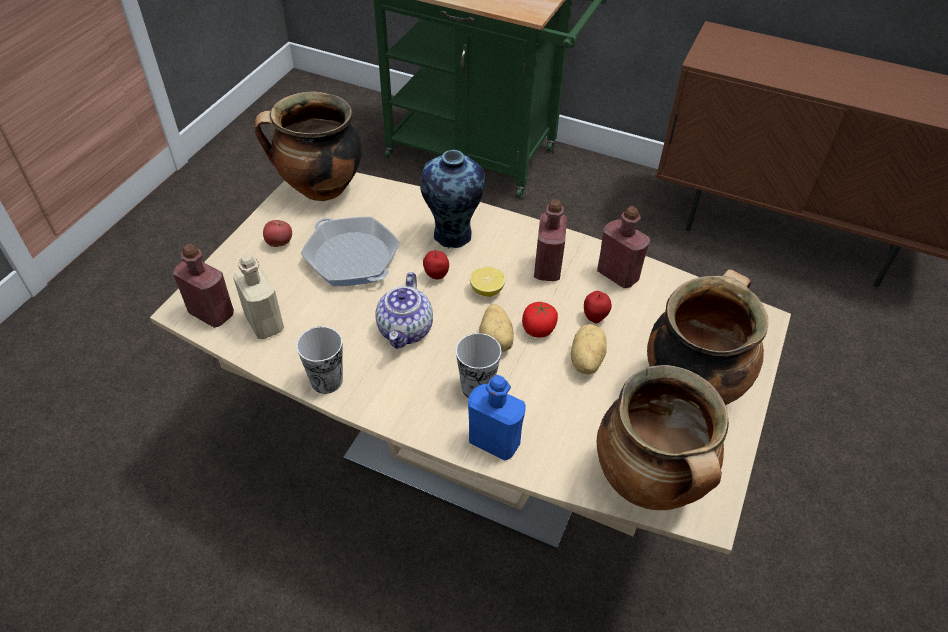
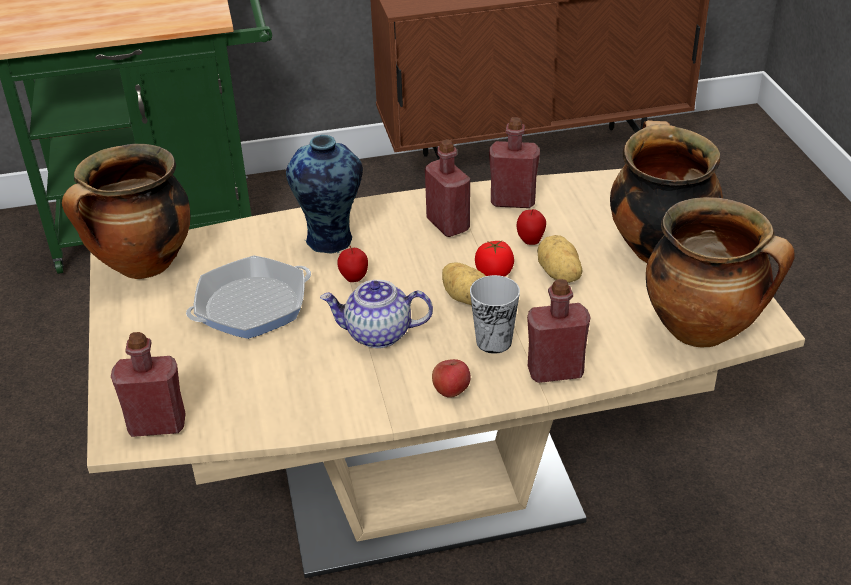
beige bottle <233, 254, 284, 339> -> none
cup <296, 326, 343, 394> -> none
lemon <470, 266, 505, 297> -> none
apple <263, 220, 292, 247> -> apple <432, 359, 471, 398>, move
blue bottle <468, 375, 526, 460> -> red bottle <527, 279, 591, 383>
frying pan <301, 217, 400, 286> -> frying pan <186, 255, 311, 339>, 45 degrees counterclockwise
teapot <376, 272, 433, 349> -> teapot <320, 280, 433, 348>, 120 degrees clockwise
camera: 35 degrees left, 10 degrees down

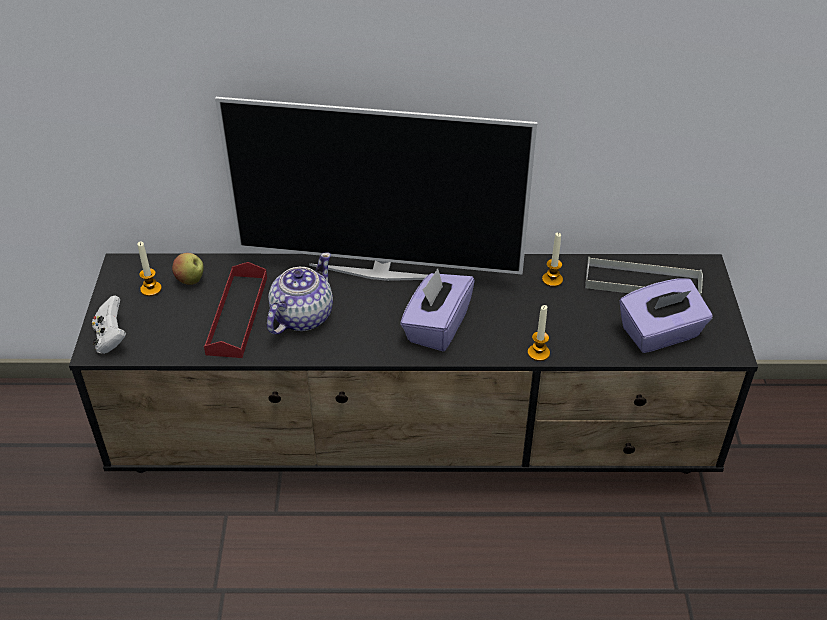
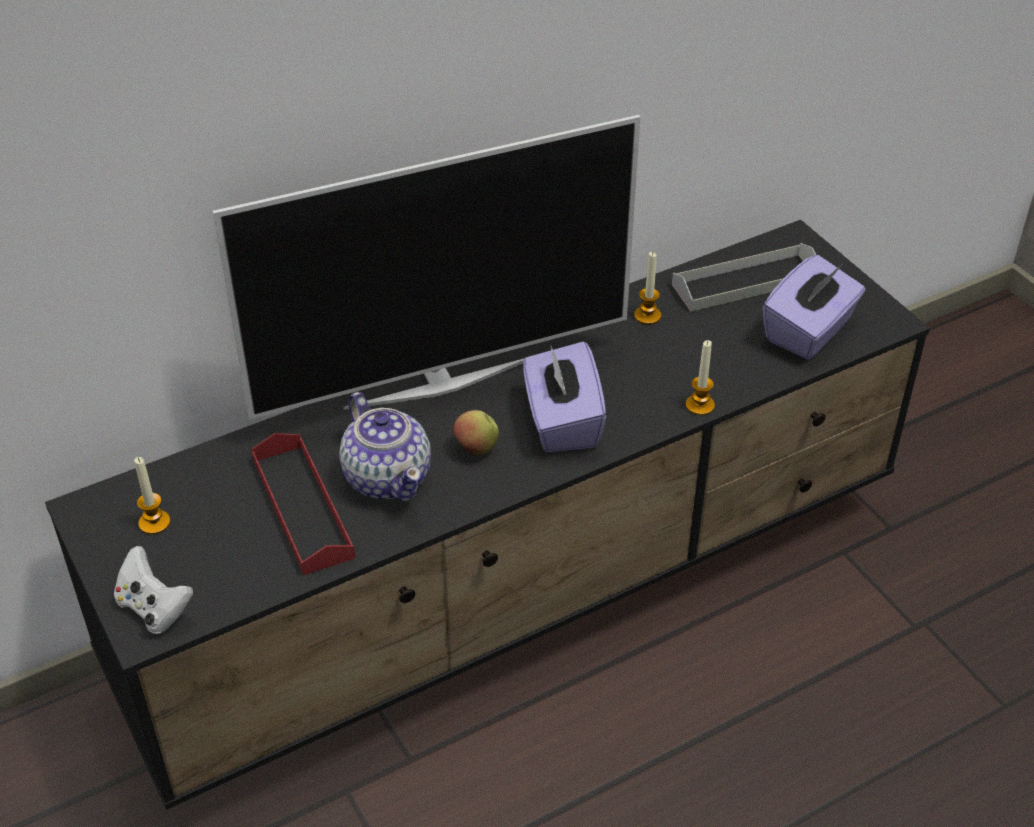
apple <172, 253, 204, 285> -> apple <453, 410, 499, 456>, move
teapot <267, 252, 333, 335> -> teapot <339, 392, 431, 502>, 150 degrees clockwise
camera: 30 degrees left, 0 degrees up

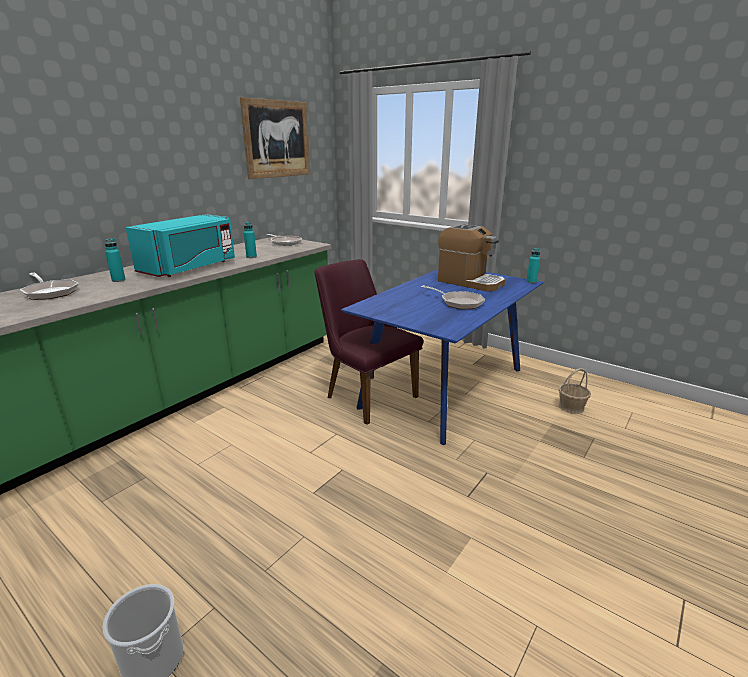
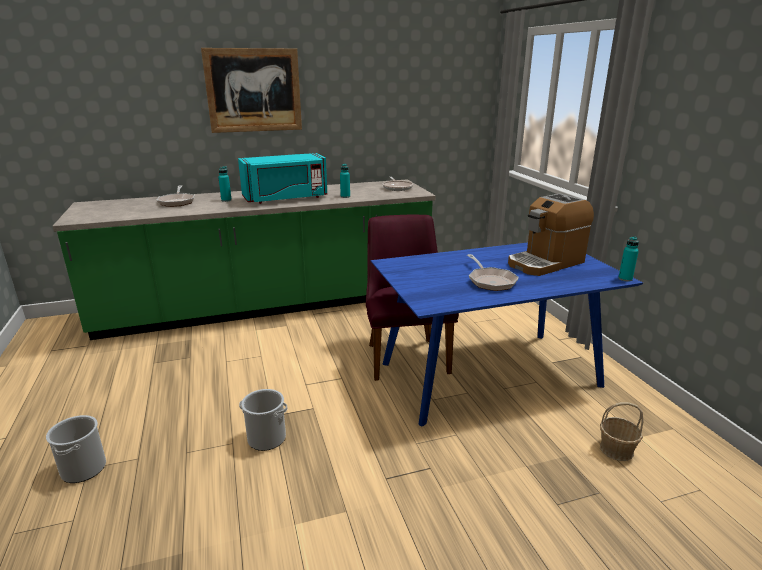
none -> bucket <239, 389, 288, 451>
picture <240, 97, 310, 179> -> picture <201, 48, 302, 133>, move
coffee machine <438, 224, 505, 291> -> coffee machine <508, 194, 594, 276>, 75 degrees clockwise
camera: 35 degrees right, 0 degrees up

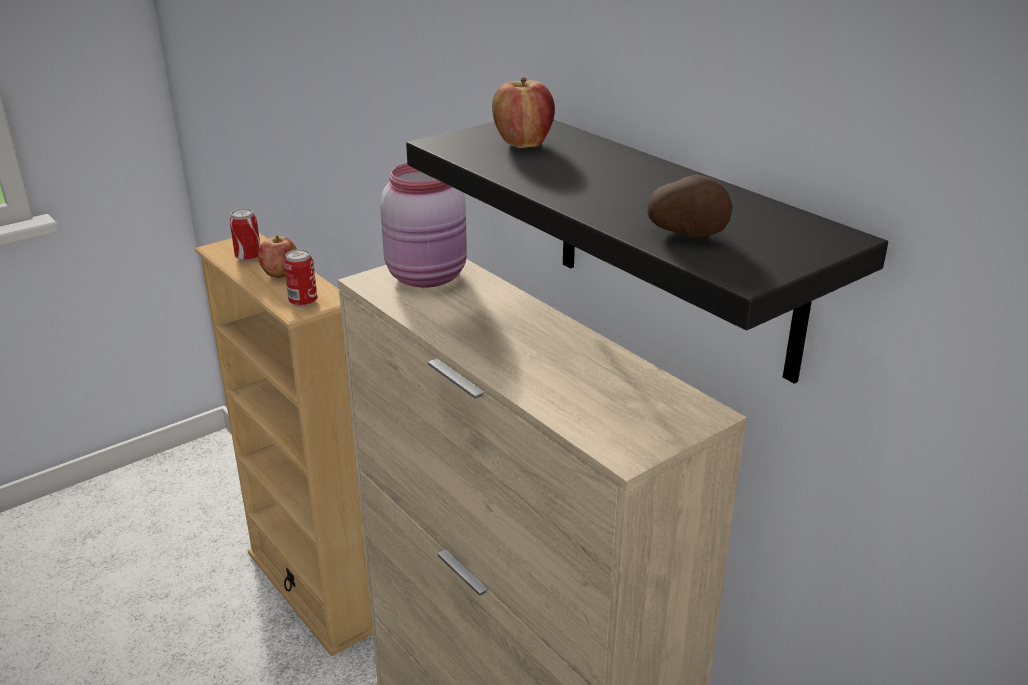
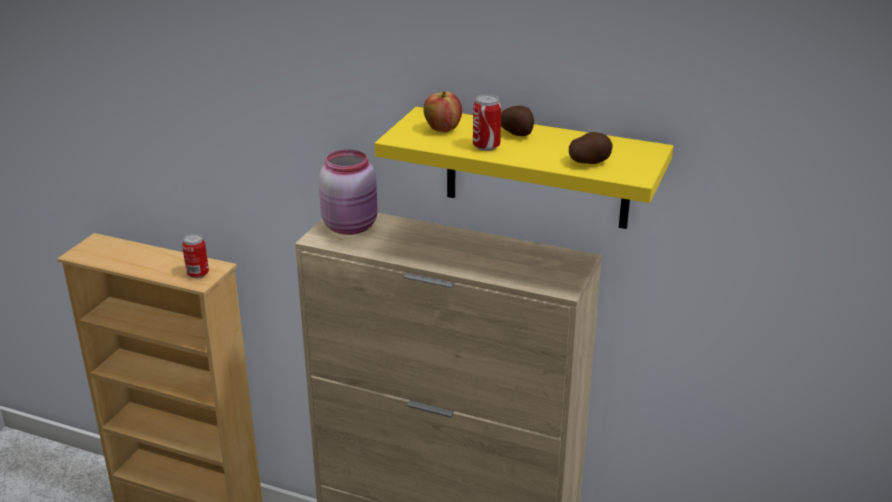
apple <258, 235, 297, 278> -> none
none -> potato <501, 106, 534, 136>
can <230, 209, 260, 262> -> can <473, 94, 501, 151>, move
black shelf <406, 120, 888, 384> -> yellow shelf <375, 107, 673, 229>
camera: 30 degrees left, 0 degrees up

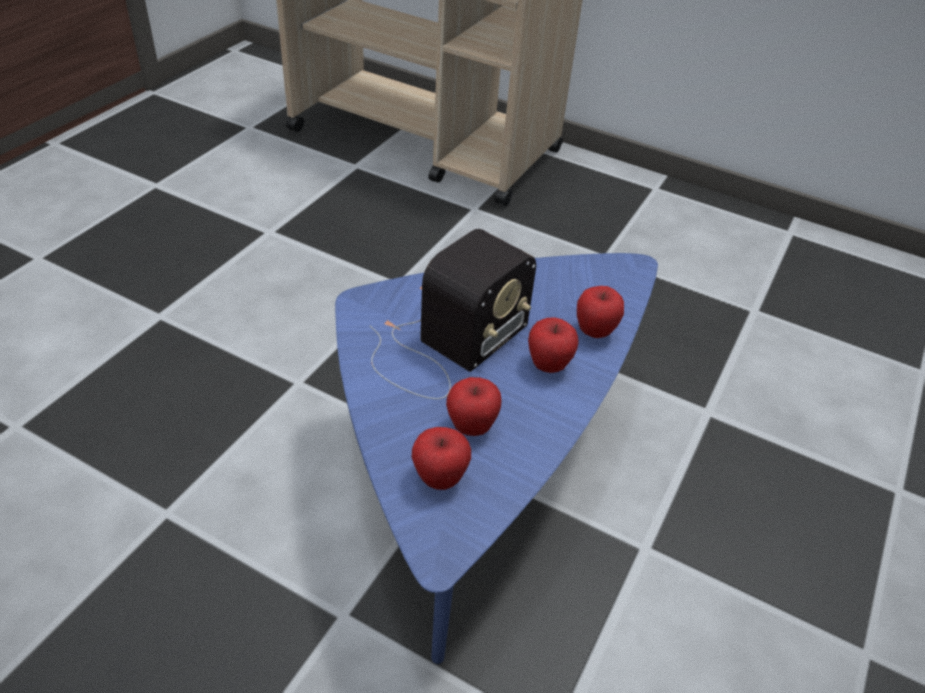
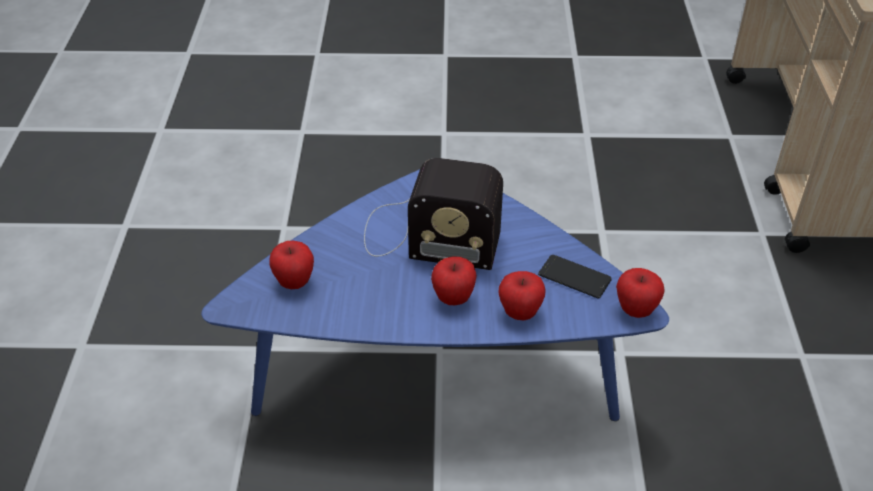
none -> phone <538, 255, 612, 298>
apple <446, 377, 502, 436> -> apple <616, 268, 665, 318>, move
camera: 65 degrees right, 0 degrees up

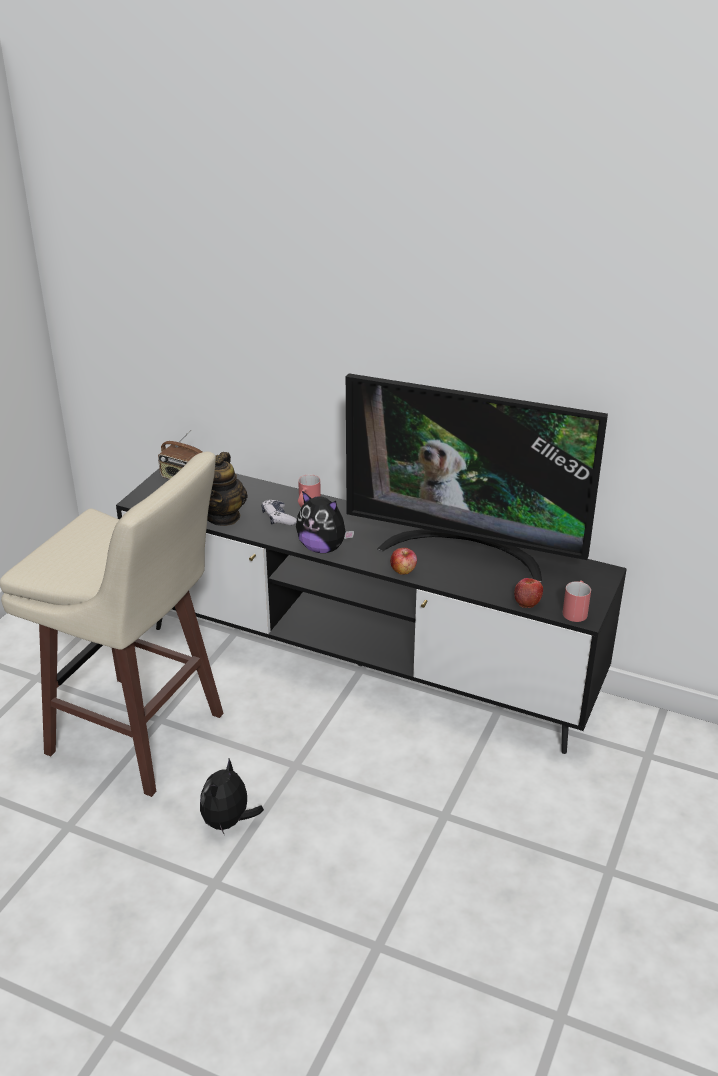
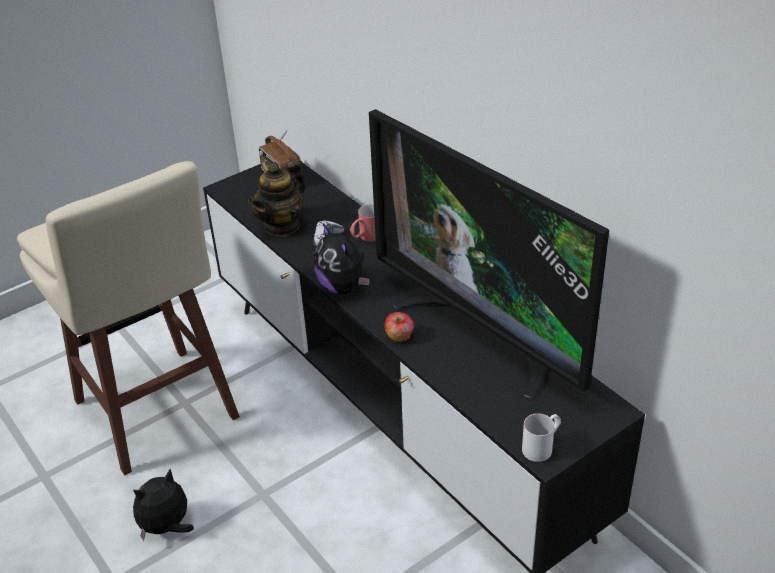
apple <514, 578, 543, 608> -> none
red mug <563, 580, 591, 622> -> white mug <522, 413, 561, 462>
camera: 30 degrees right, 5 degrees up

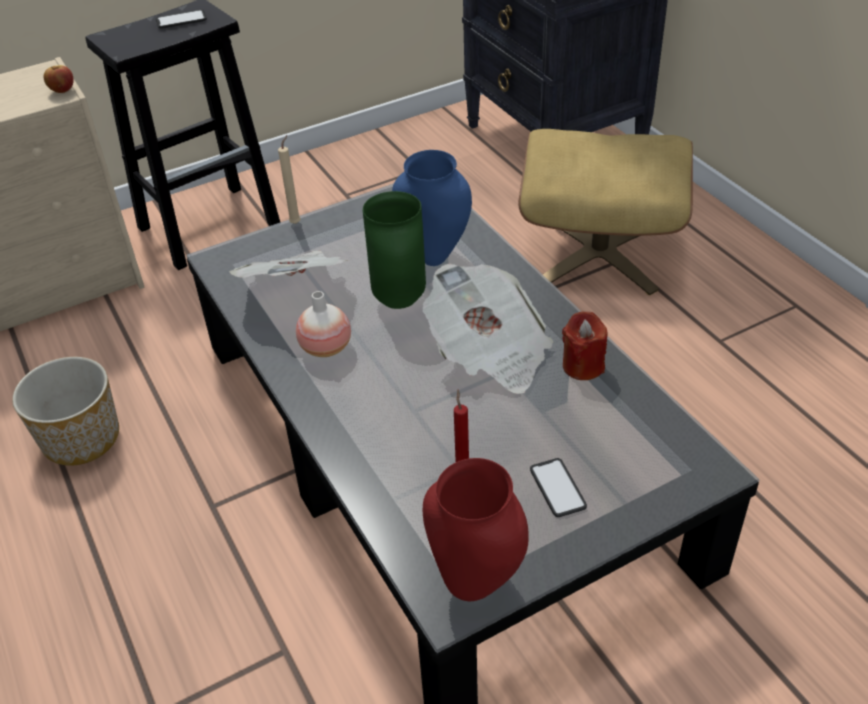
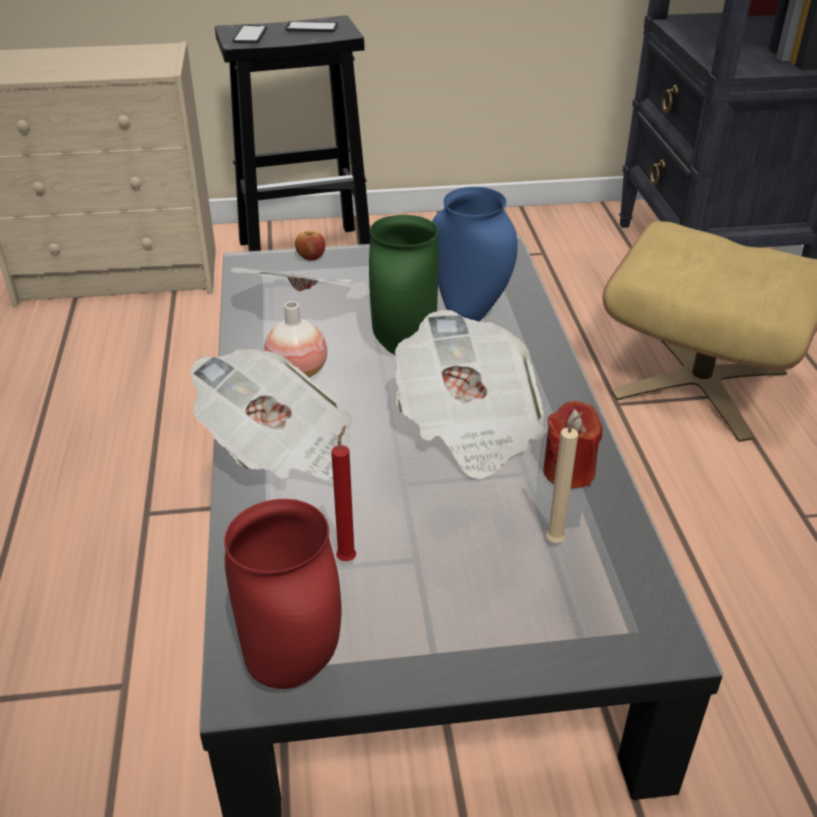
planter <12, 357, 119, 466> -> none
none -> newspaper <191, 349, 352, 483>
apple <44, 65, 74, 93> -> apple <295, 231, 325, 261>, move
beige candle <278, 135, 301, 224> -> beige candle <546, 412, 583, 543>, move
phone <530, 458, 587, 517> -> phone <232, 25, 267, 43>, move
camera: 20 degrees right, 5 degrees down

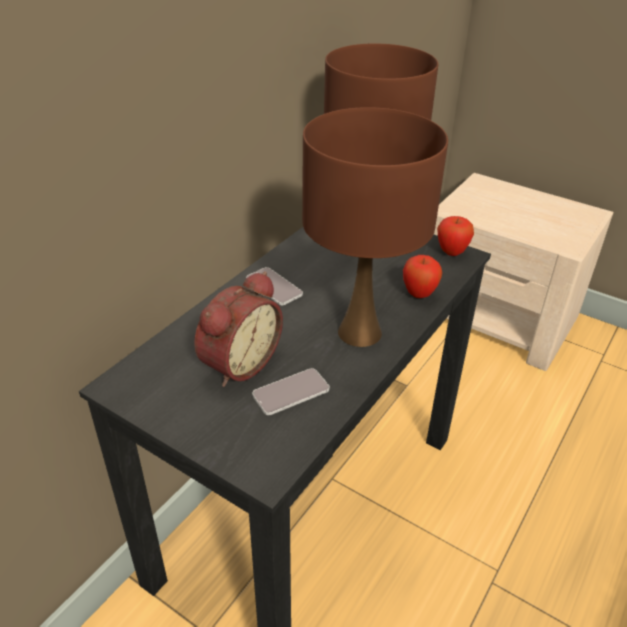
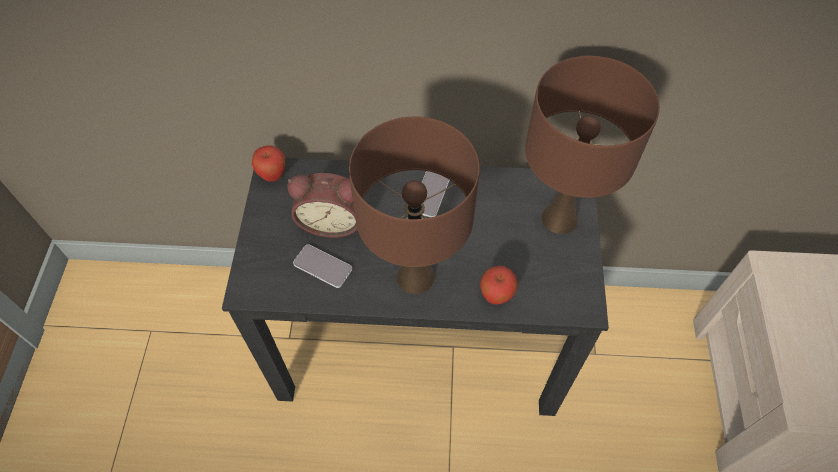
apple <437, 216, 474, 256> -> apple <252, 145, 285, 182>, move
camera: 60 degrees right, 20 degrees up

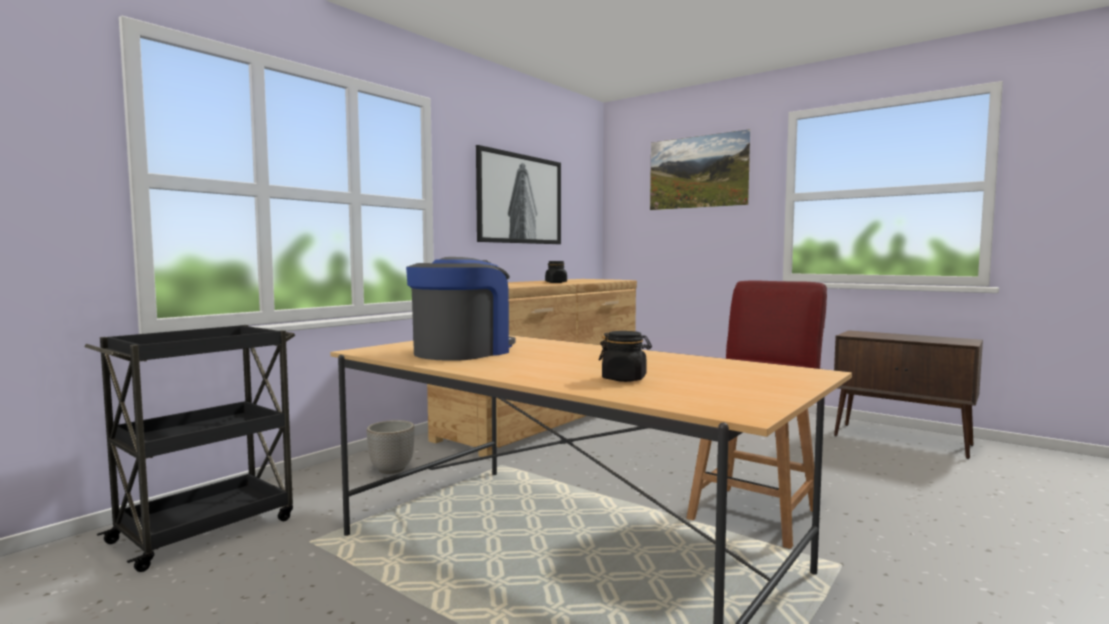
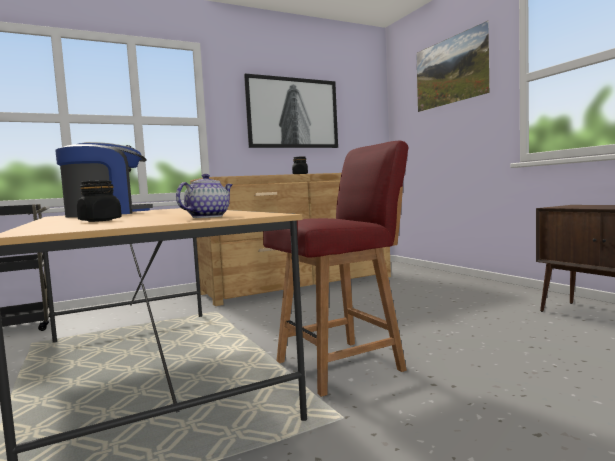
planter <367, 420, 415, 474> -> none
none -> teapot <176, 174, 233, 218>
camera: 25 degrees right, 0 degrees up

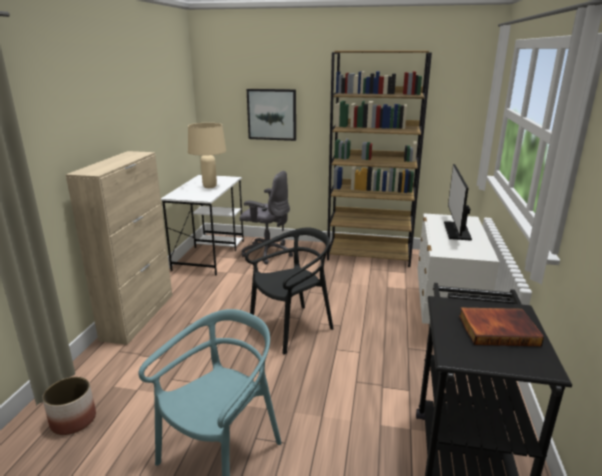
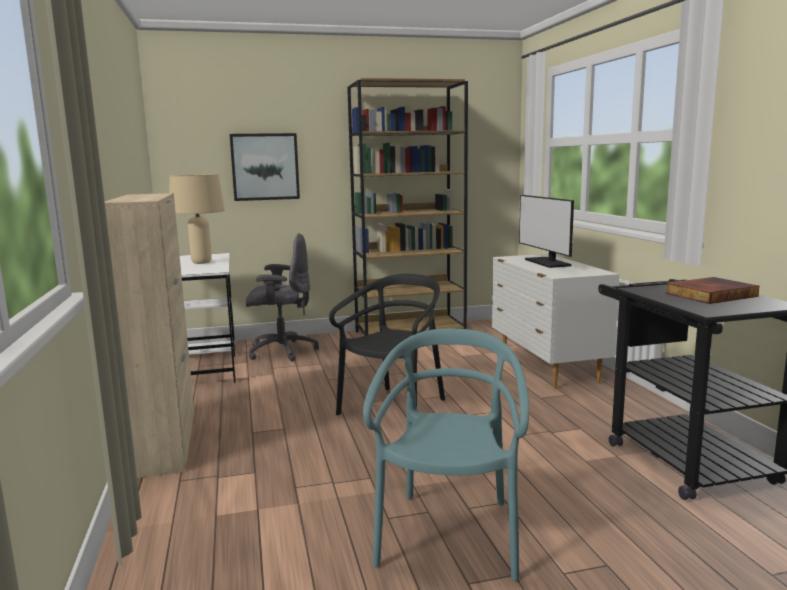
planter <42, 377, 96, 435> -> none
camera: 25 degrees left, 10 degrees down

